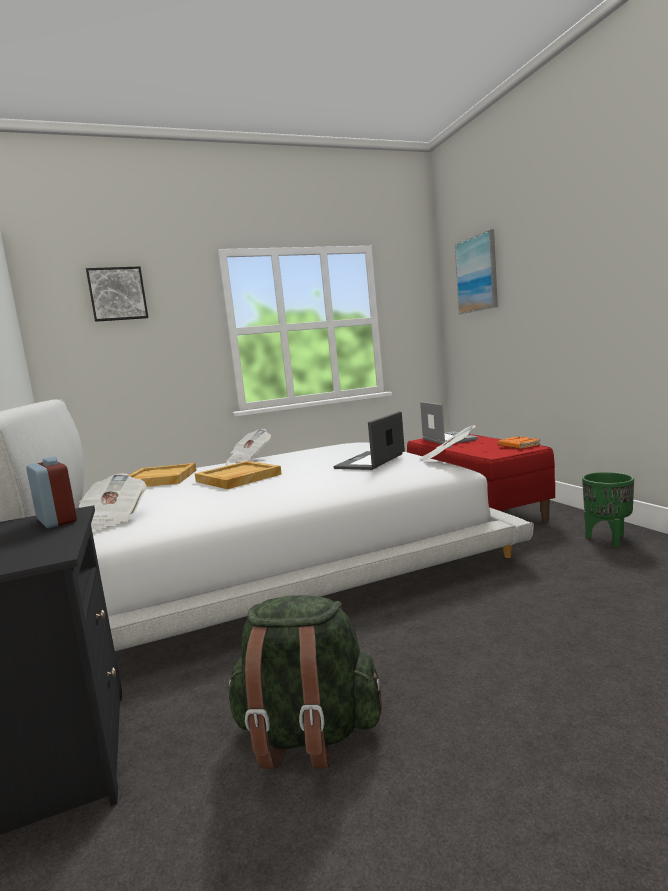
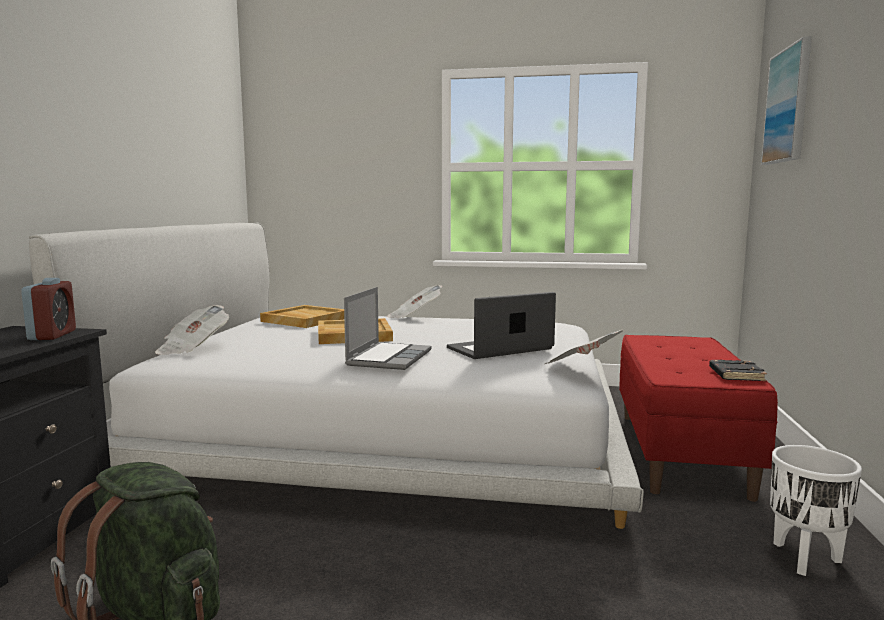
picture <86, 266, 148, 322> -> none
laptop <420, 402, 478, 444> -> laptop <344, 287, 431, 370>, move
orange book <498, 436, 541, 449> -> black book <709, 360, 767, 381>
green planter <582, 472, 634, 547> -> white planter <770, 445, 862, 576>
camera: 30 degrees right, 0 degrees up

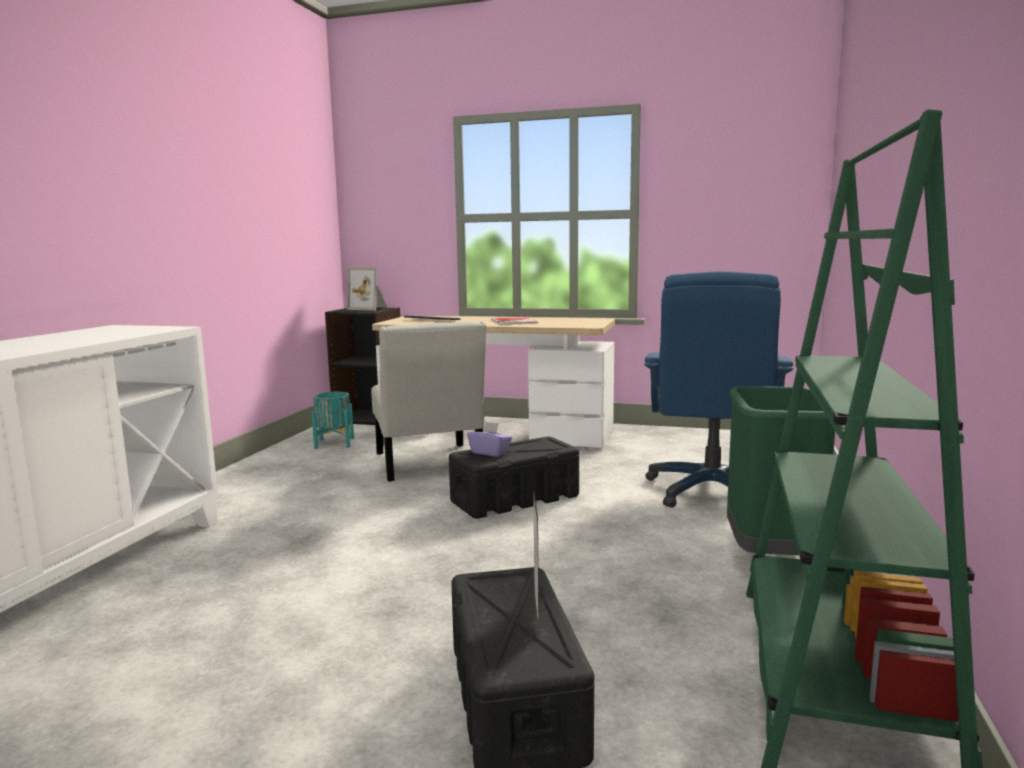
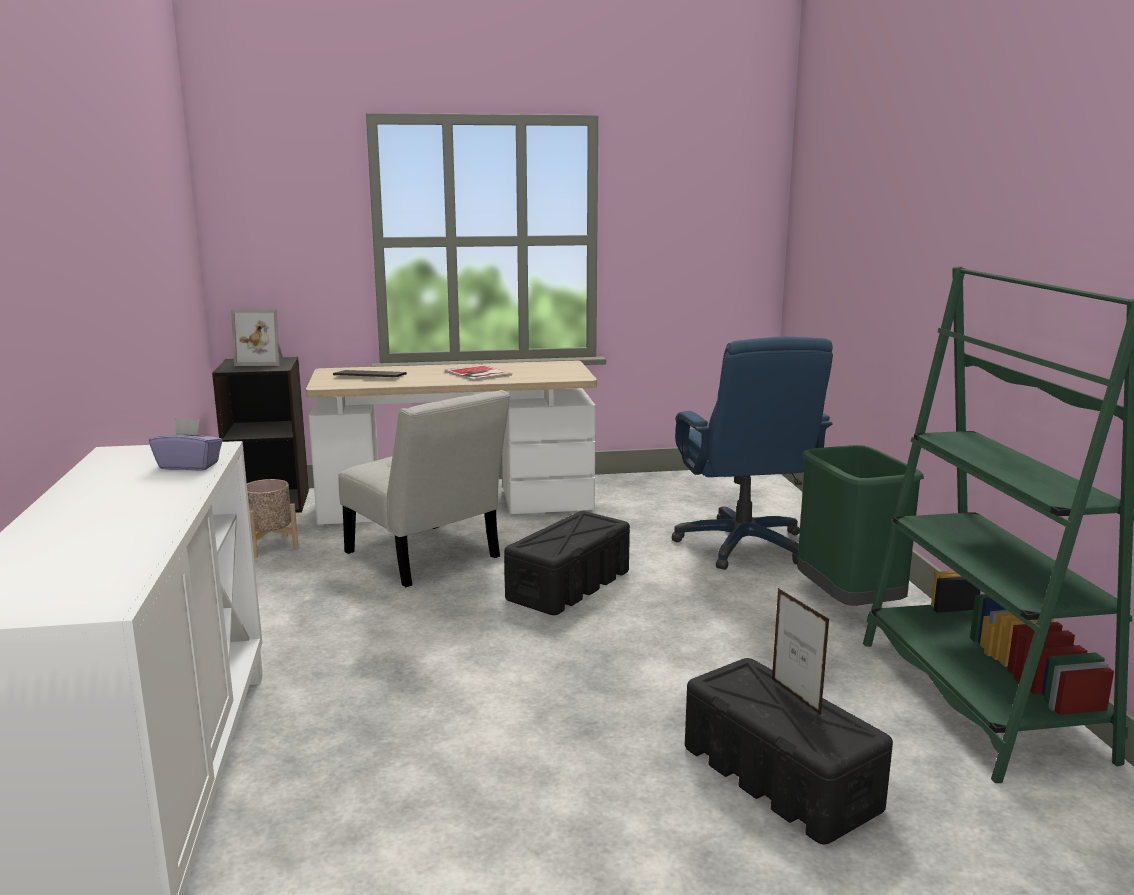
purple tissue box <467, 421, 512, 457> -> purple tissue box <149, 419, 223, 470>, move
turquoise planter <312, 392, 354, 449> -> beige planter <247, 479, 299, 558>
camera: 25 degrees left, 5 degrees up

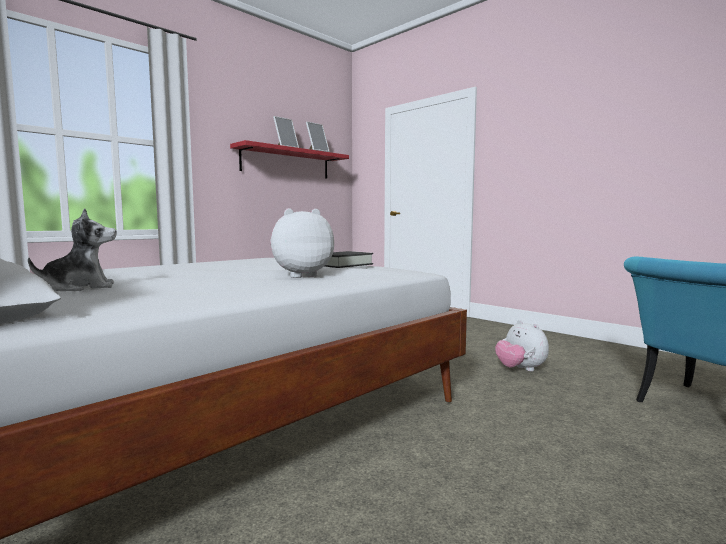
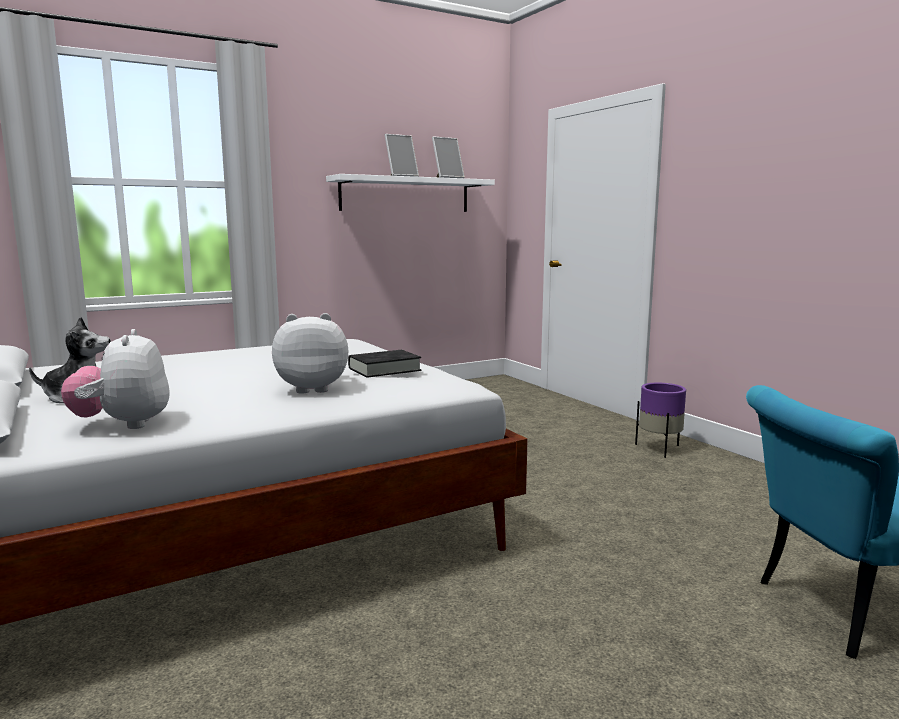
none -> purple planter <635, 383, 686, 458>
plush toy <495, 320, 549, 371> -> plush toy <61, 329, 170, 429>, move
red shelf <230, 140, 349, 179> -> white shelf <326, 174, 495, 212>
camera: 15 degrees right, 5 degrees up

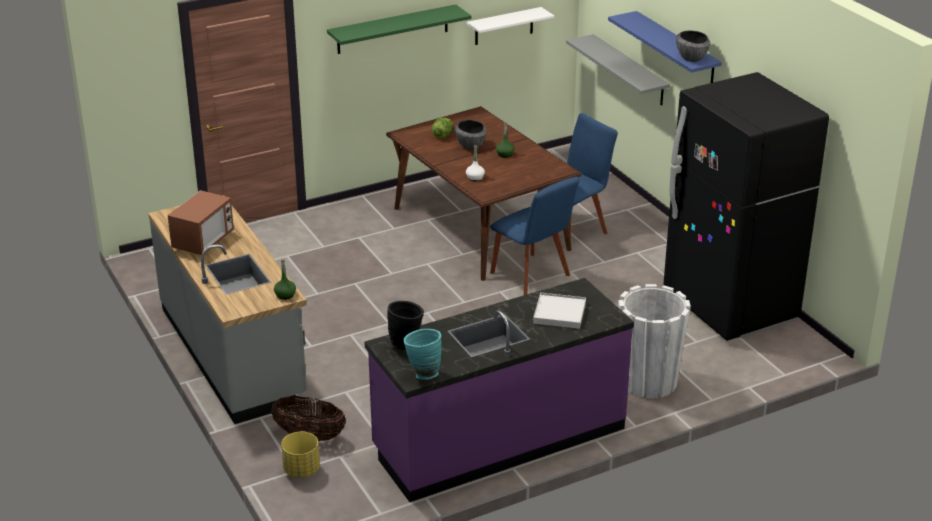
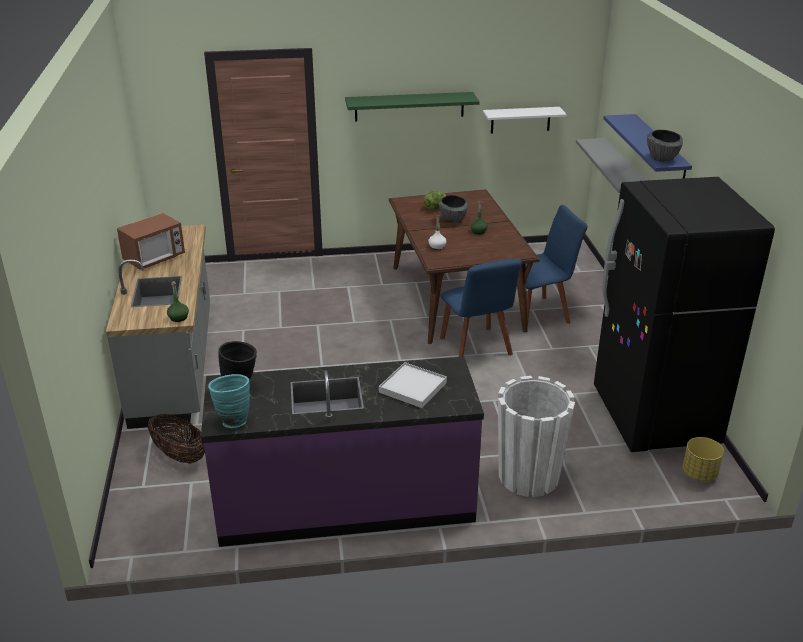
yellow planter <281, 432, 320, 478> -> yellow planter <682, 437, 724, 482>, move
camera: 20 degrees right, 0 degrees up

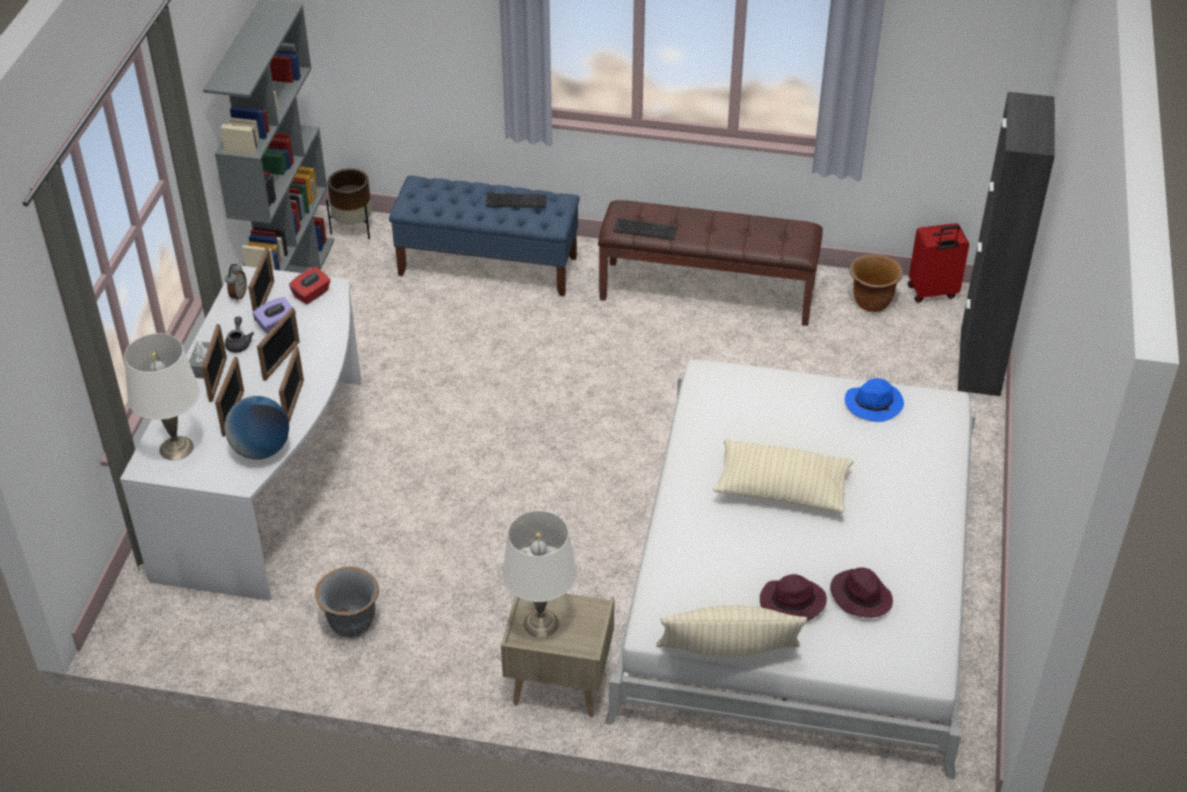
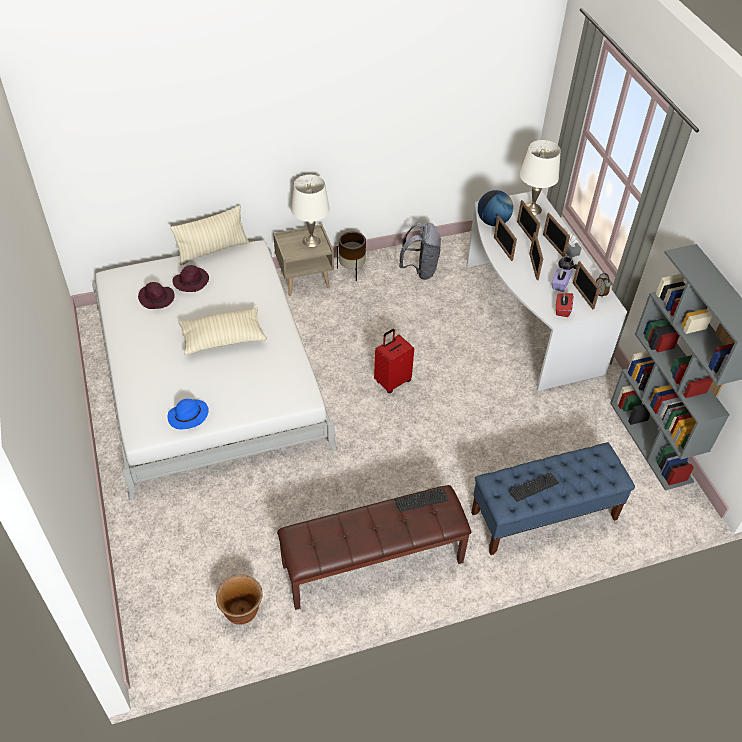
black cabinet <957, 92, 1055, 396> -> none
brown planter <326, 168, 372, 239> -> brown planter <337, 231, 366, 281>, move
red suitcase <908, 223, 969, 303> -> red suitcase <374, 329, 414, 393>, move
grey planter <315, 566, 379, 638> -> grey backpack <399, 223, 441, 280>
camera: 150 degrees right, 5 degrees up

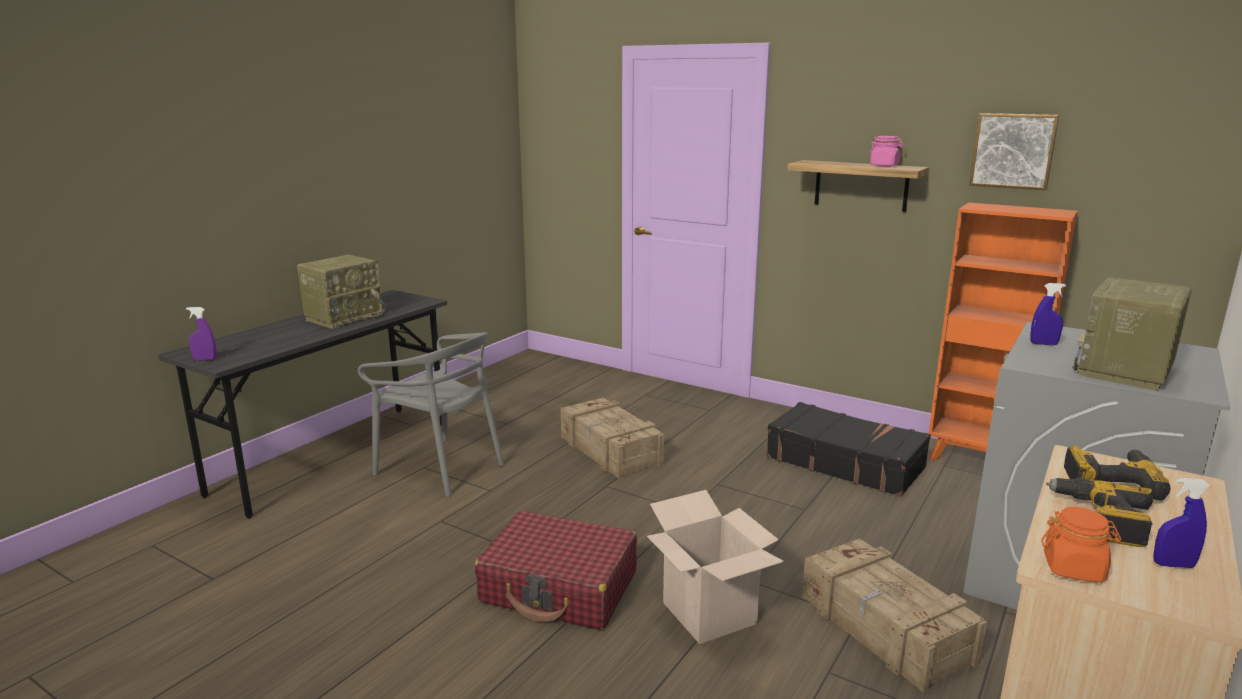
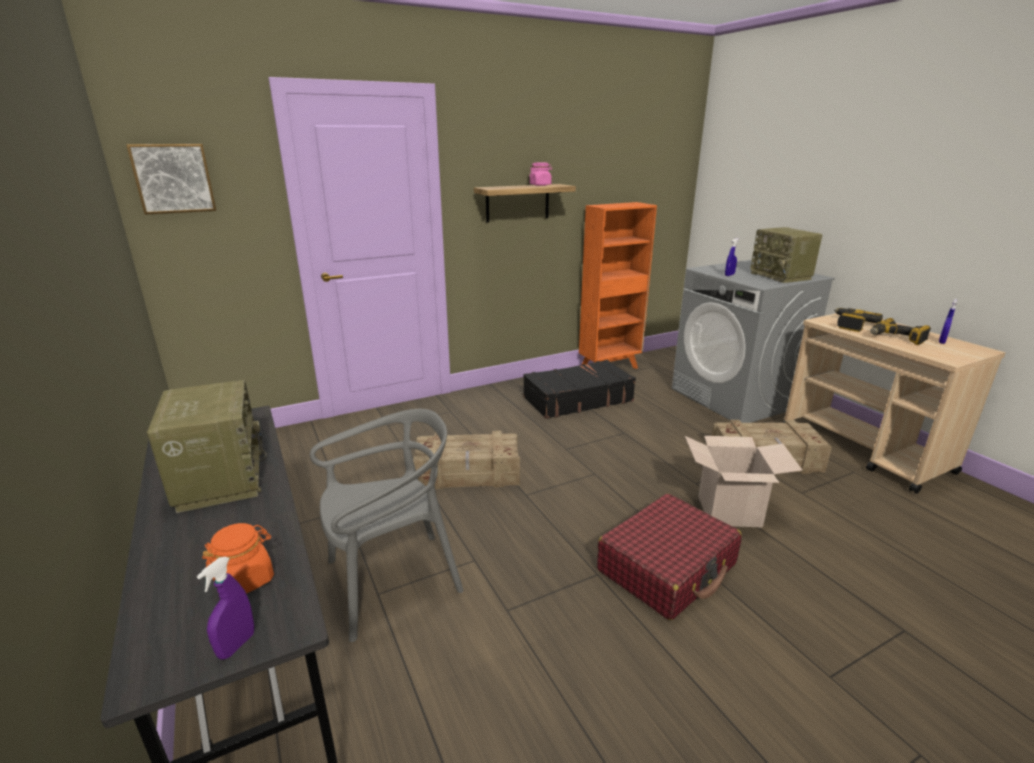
picture <969, 113, 1059, 190> -> picture <126, 144, 216, 215>, move
orange jar <1041, 507, 1121, 582> -> orange jar <202, 523, 274, 594>, move
camera: 60 degrees left, 5 degrees up

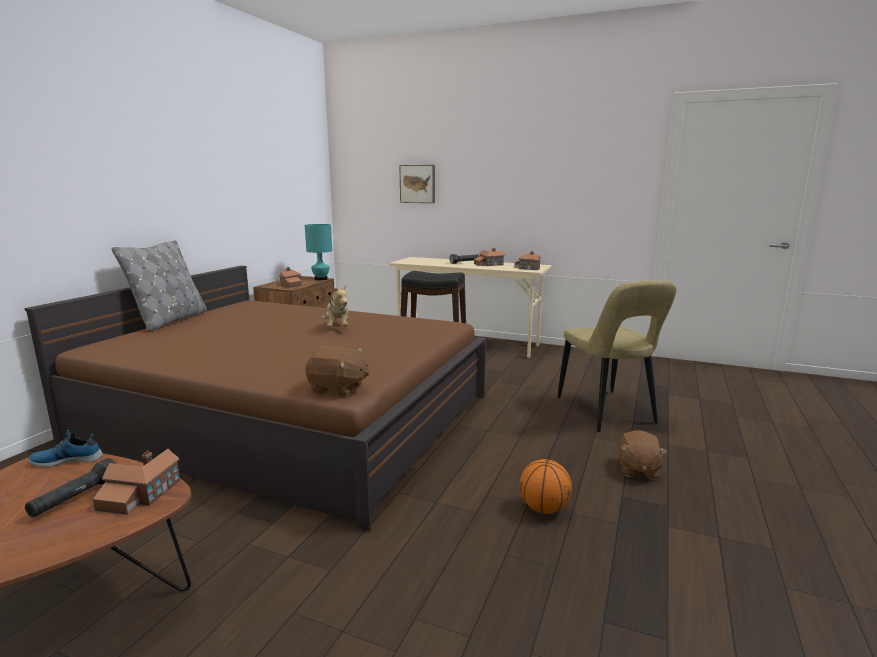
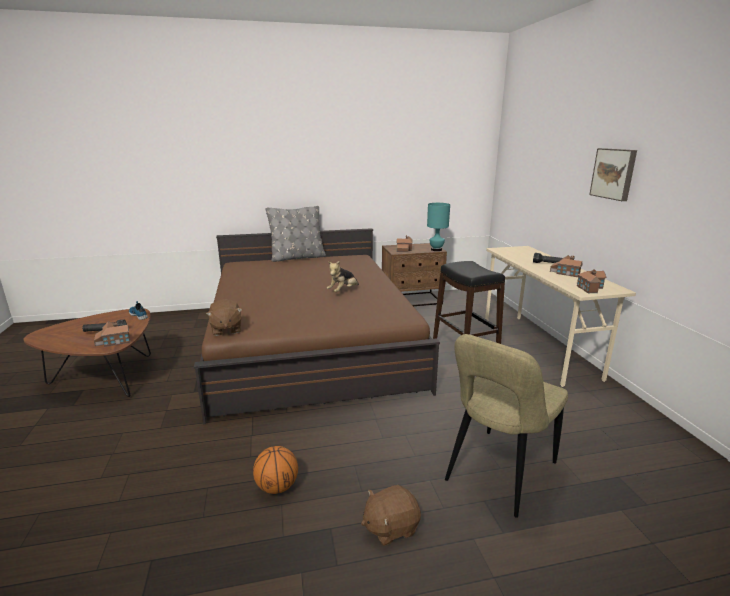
picture <399, 165, 435, 203> -> picture <589, 148, 637, 201>, move
camera: 55 degrees right, 5 degrees up

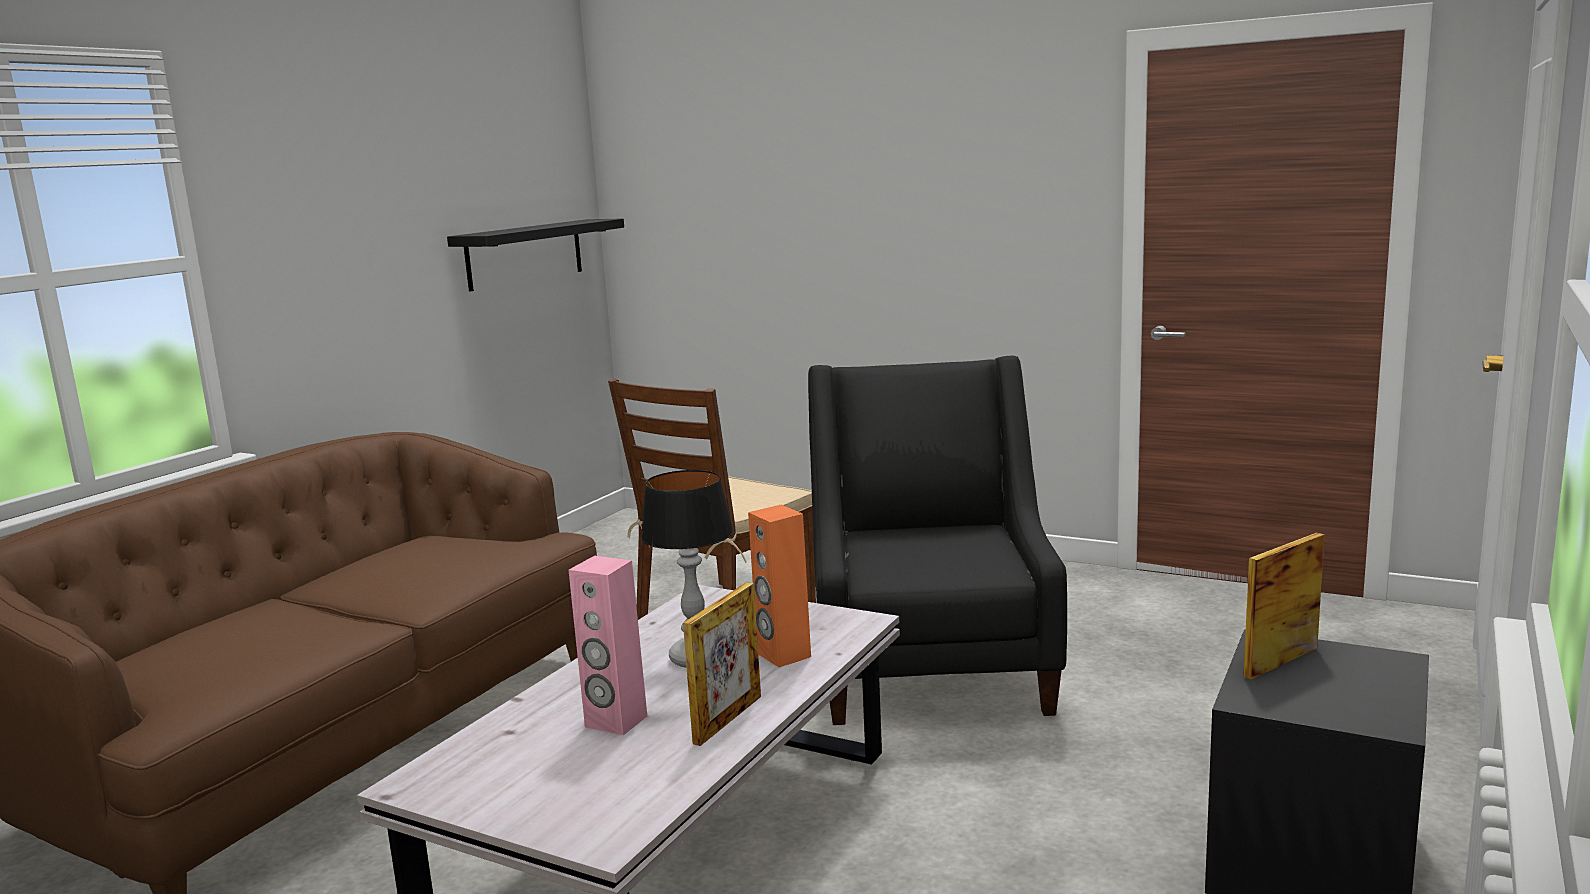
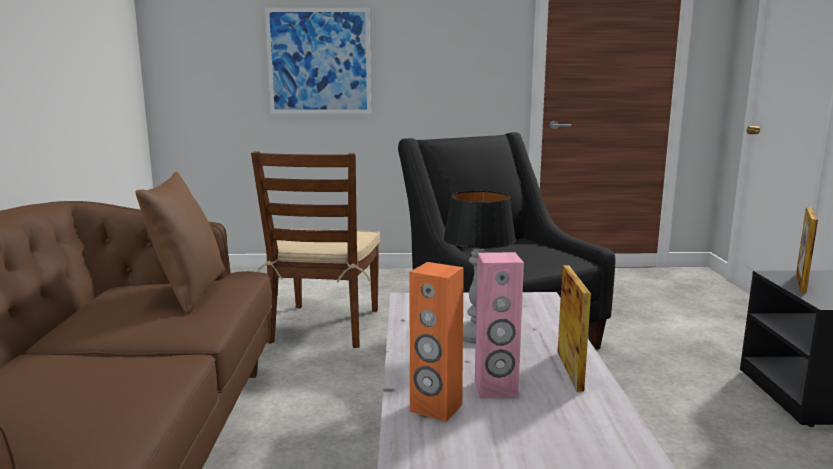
black shelf <447, 218, 624, 292> -> none
none -> brown pillow <135, 172, 225, 314>
none -> picture <265, 8, 371, 114>
orange speaker <748, 505, 811, 667> -> orange speaker <409, 262, 464, 422>, move
camera: 30 degrees left, 0 degrees up

